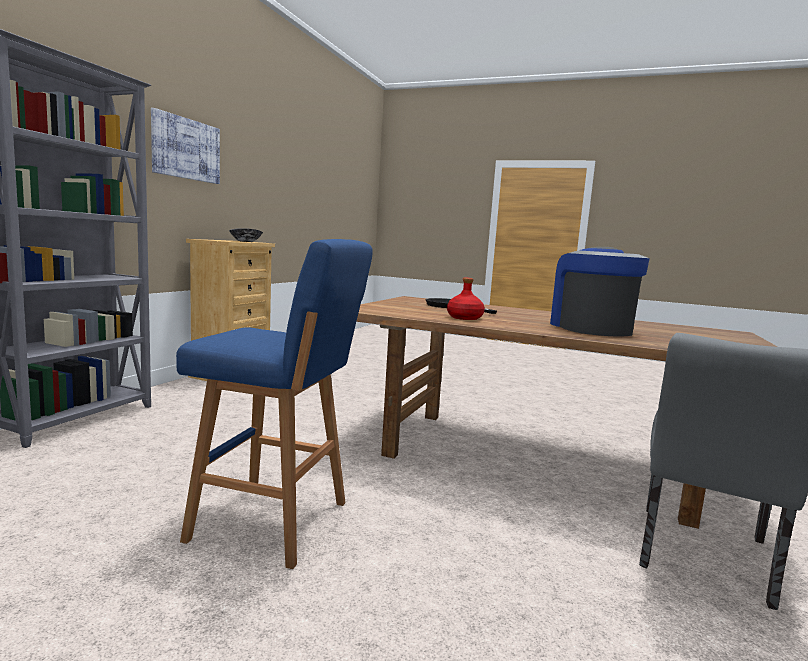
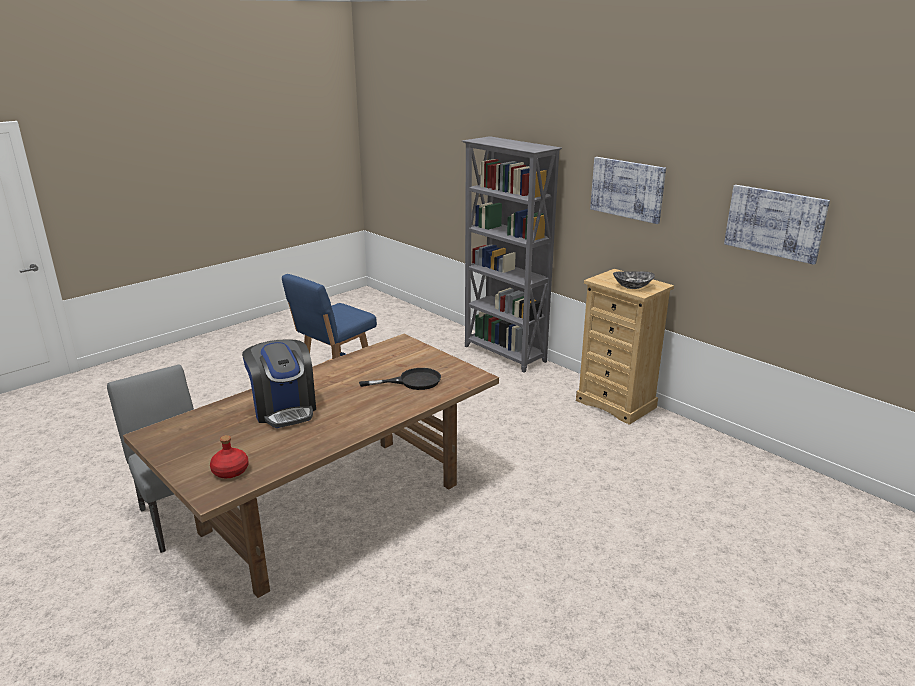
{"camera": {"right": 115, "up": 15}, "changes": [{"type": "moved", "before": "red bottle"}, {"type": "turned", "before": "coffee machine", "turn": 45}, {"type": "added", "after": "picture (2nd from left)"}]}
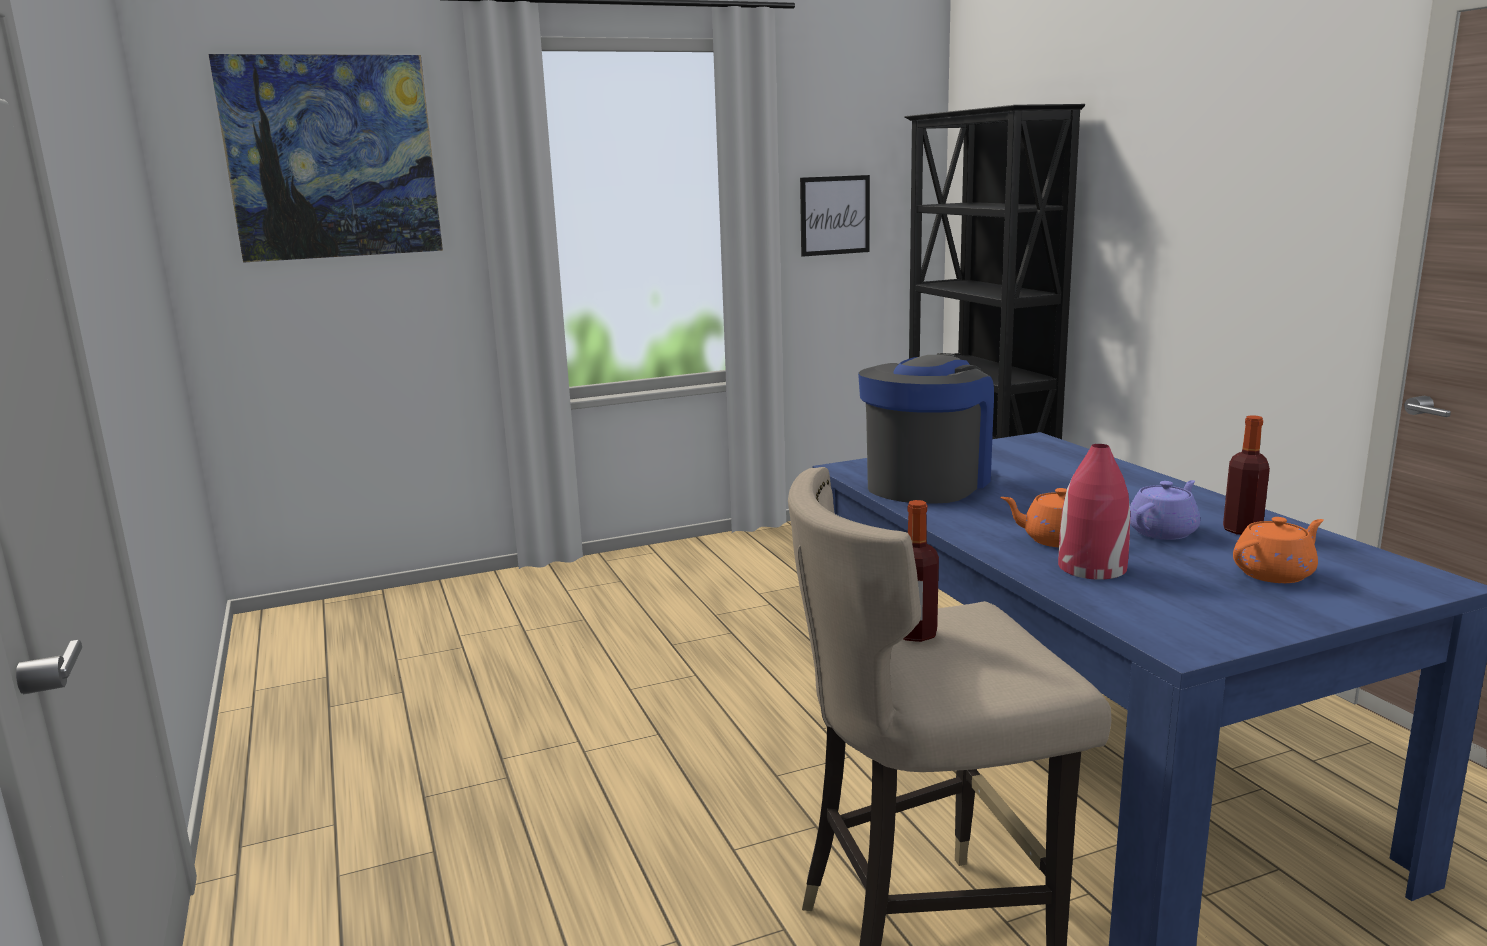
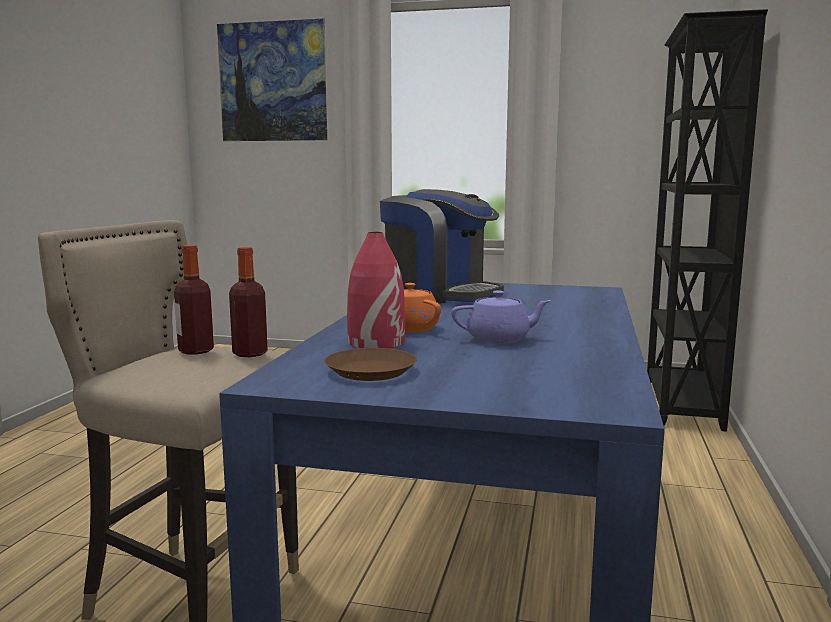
{"camera": {"right": 35, "up": -5}, "changes": [{"type": "removed", "before": "picture (2nd from left)"}, {"type": "turned", "before": "coffee machine", "turn": 60}, {"type": "moved", "before": "bottle (2nd from left)"}, {"type": "removed", "before": "orange teapot (2nd from left)"}, {"type": "added", "after": "brown plate"}]}
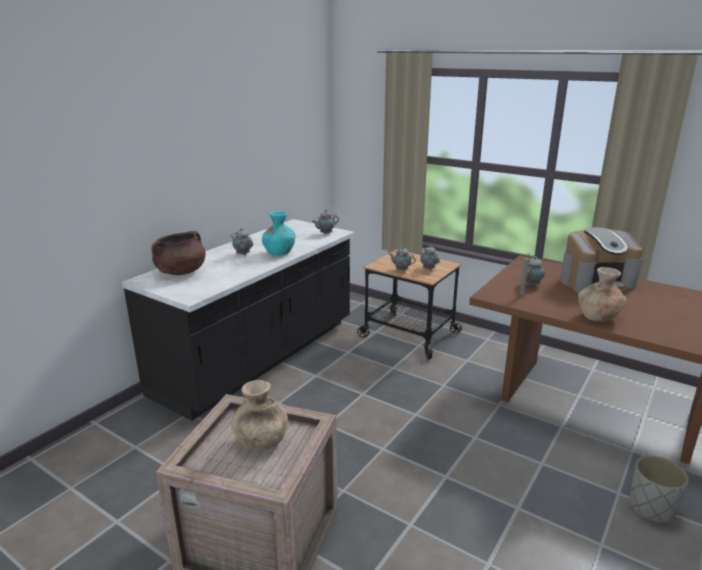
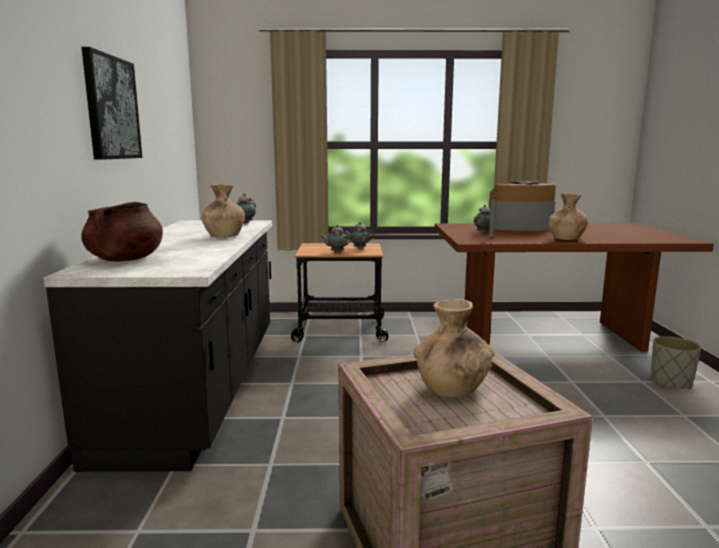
{"camera": {"right": -35, "up": -10}, "changes": [{"type": "removed", "before": "teapot (1st from left)"}, {"type": "recoloured", "before": "turquoise vase", "after": "brown vase (1st from left)"}, {"type": "turned", "before": "coffee machine", "turn": -135}, {"type": "added", "after": "picture"}]}
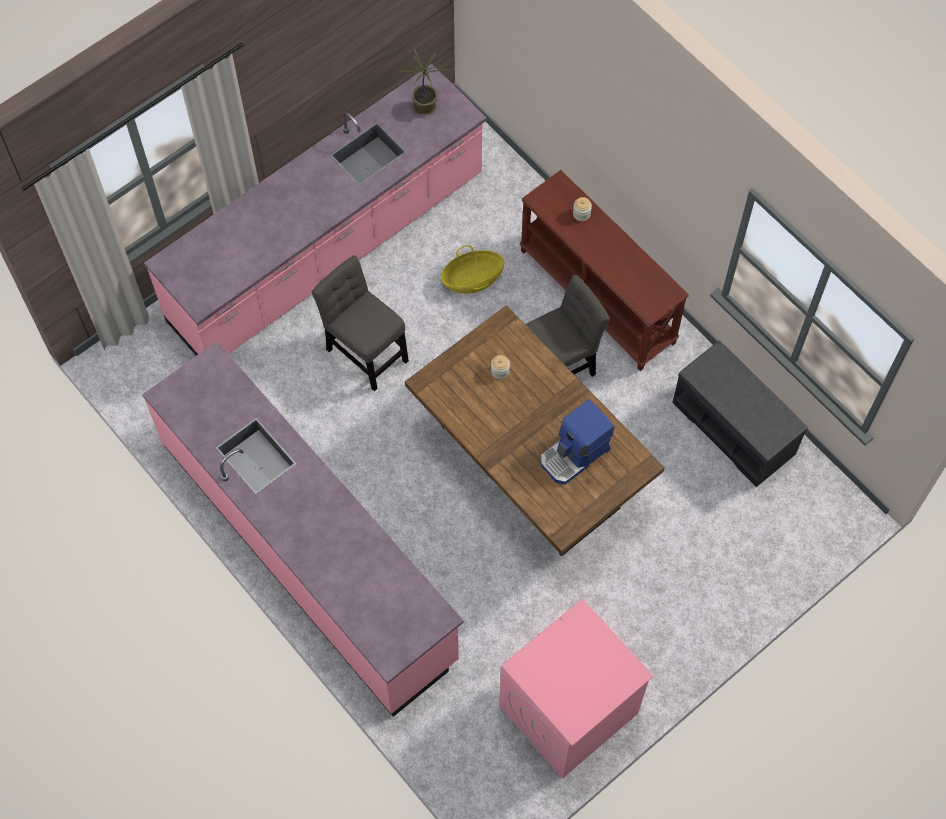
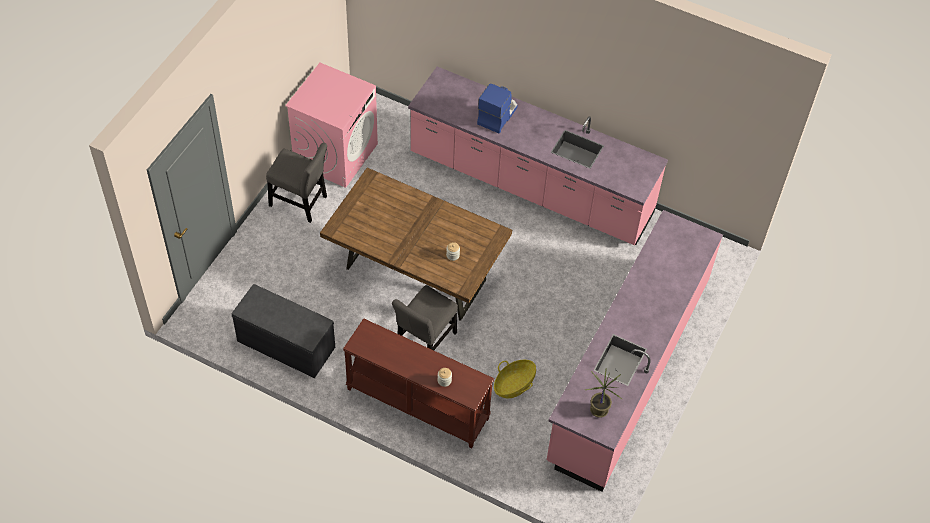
{"camera": {"right": 155, "up": -10}, "changes": [{"type": "moved", "before": "grey chair (1st from left)"}, {"type": "moved", "before": "coffee machine"}]}
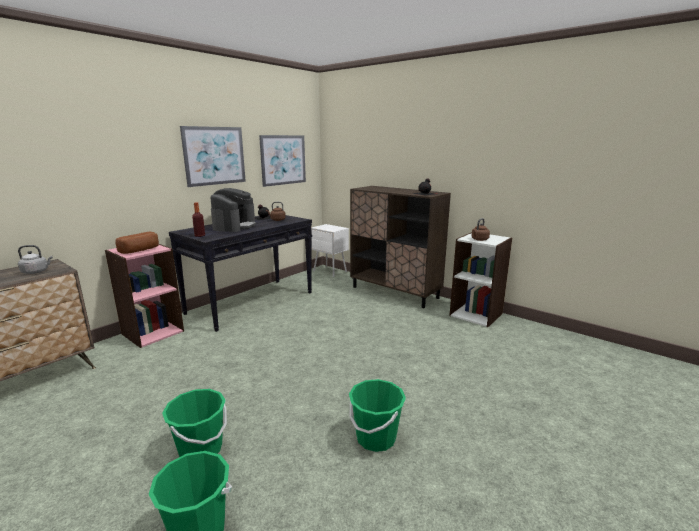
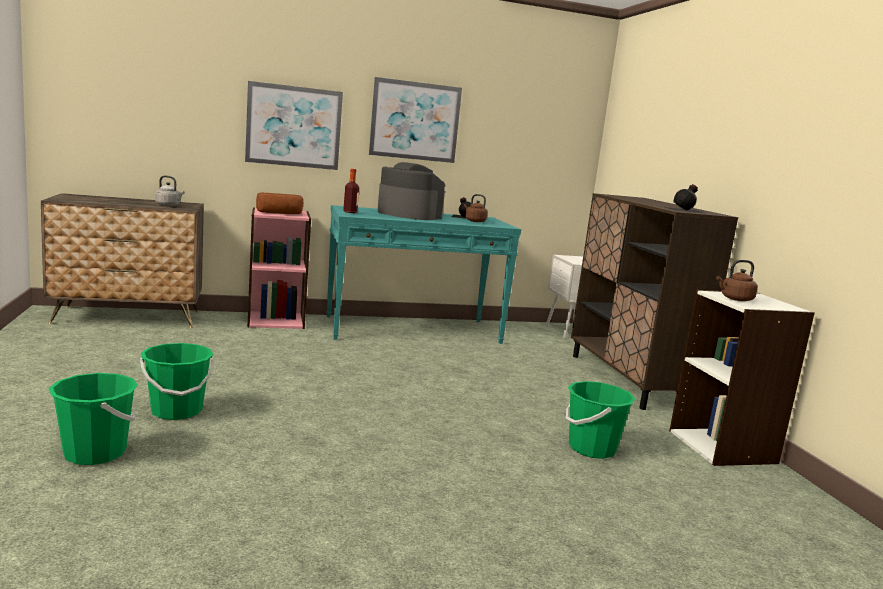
{"camera": {"right": 35, "up": -5}, "changes": [{"type": "recoloured", "before": "black console table", "after": "turquoise console table"}, {"type": "turned", "before": "coffee machine", "turn": -105}, {"type": "moved", "before": "picture (2nd from left in the first image)", "after": "picture (1st from left)"}, {"type": "moved", "before": "green bucket (3rd from left)"}]}
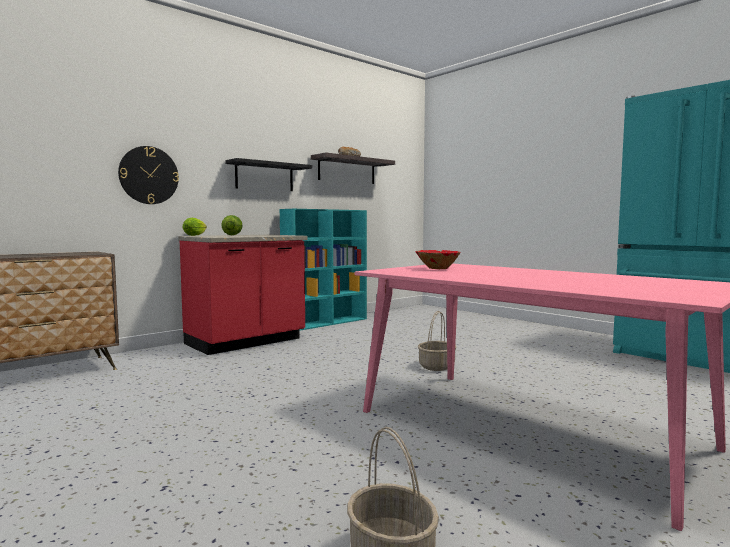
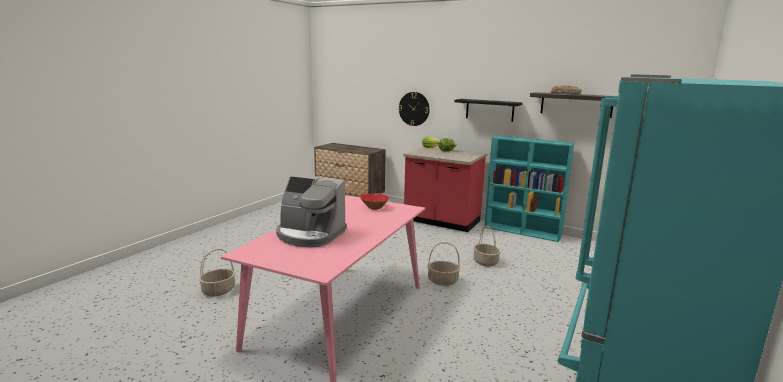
{"camera": {"right": 70, "up": 10}, "changes": [{"type": "added", "after": "coffee machine"}, {"type": "added", "after": "basket (3rd from left)"}]}
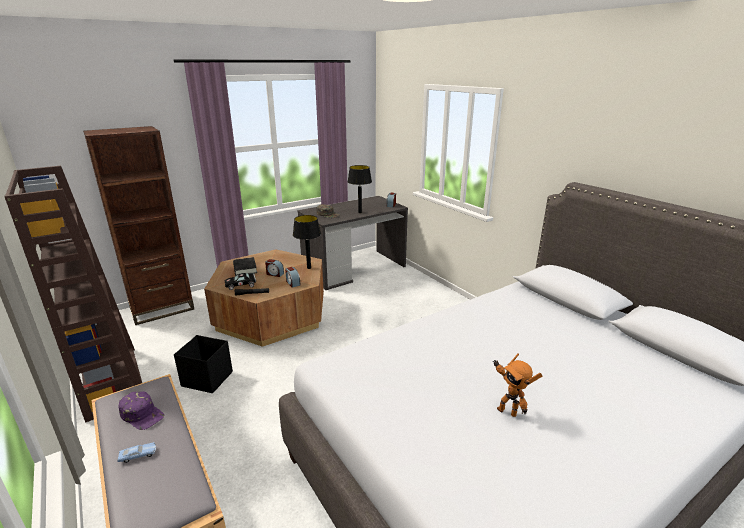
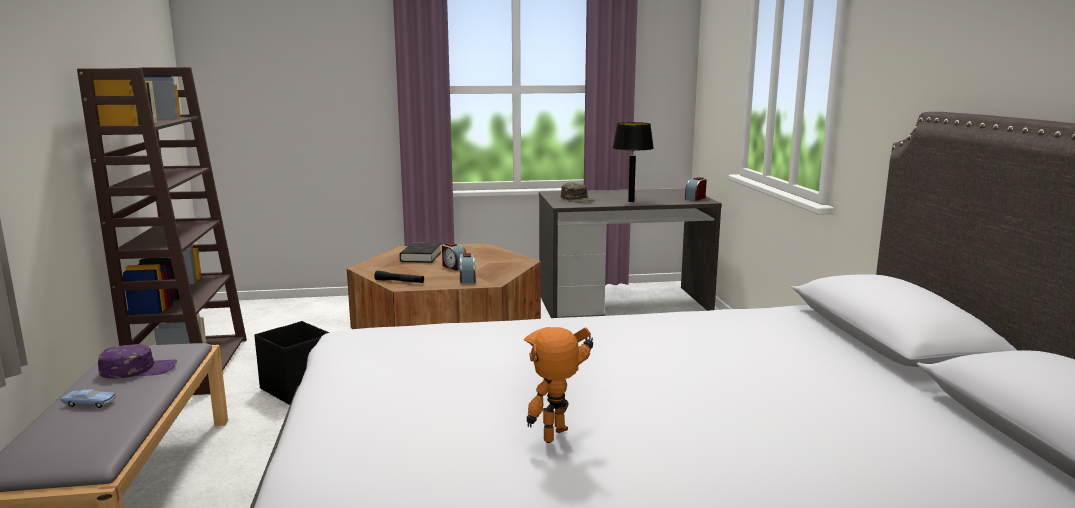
{"camera": {"right": 25, "up": -10}, "changes": [{"type": "removed", "before": "brown bookcase (2nd from left)"}, {"type": "turned", "before": "purple cap", "turn": -75}, {"type": "removed", "before": "black toy car"}, {"type": "removed", "before": "black table lamp (1st from left)"}, {"type": "turned", "before": "toy robot", "turn": 60}]}
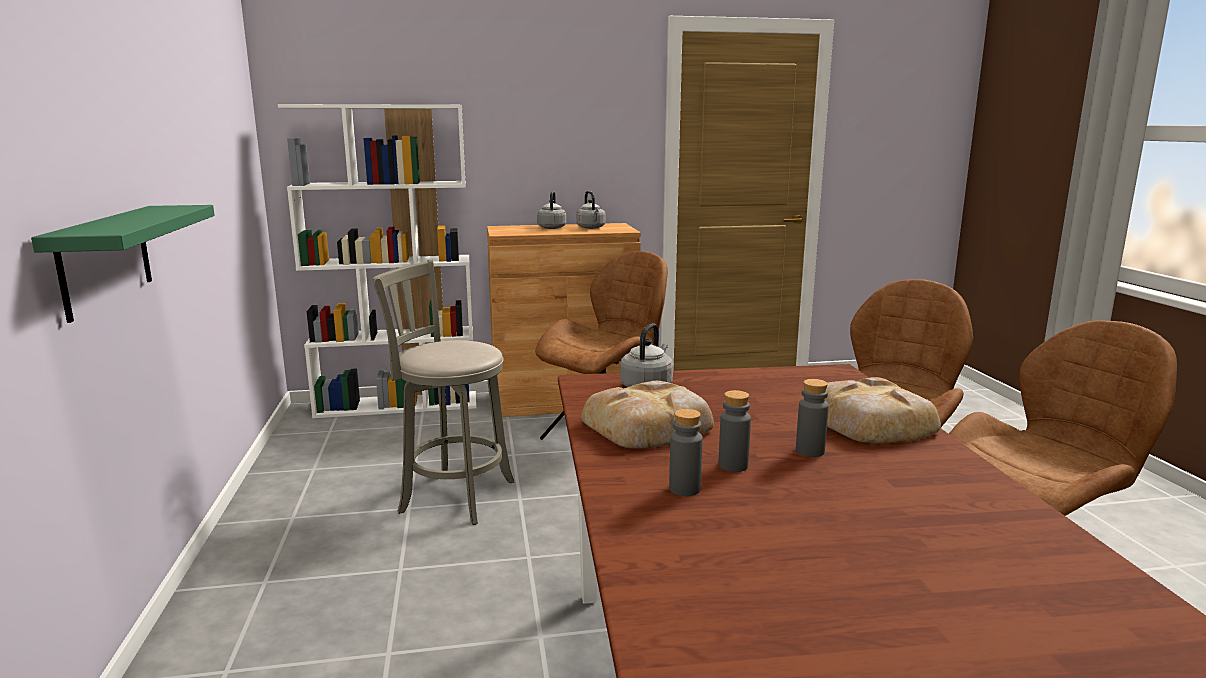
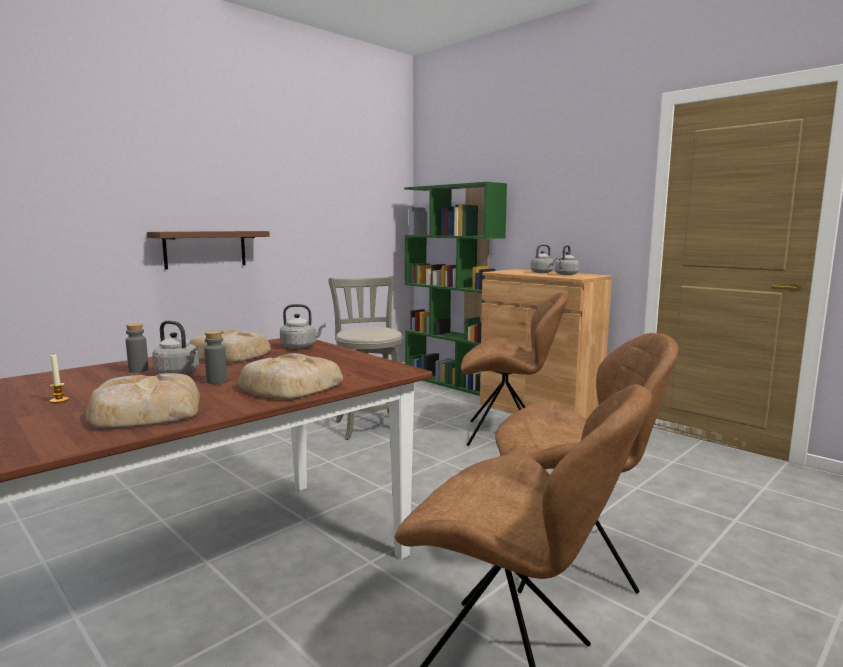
{"camera": {"right": 55, "up": -5}, "changes": [{"type": "recoloured", "before": "green shelf", "after": "brown shelf"}, {"type": "recoloured", "before": "white bookcase", "after": "green bookcase"}, {"type": "replaced", "before": "grey bottle (2nd from left)", "after": "grey kettle (1st from left)"}, {"type": "added", "after": "candle"}, {"type": "added", "after": "bread (1st from left)"}]}
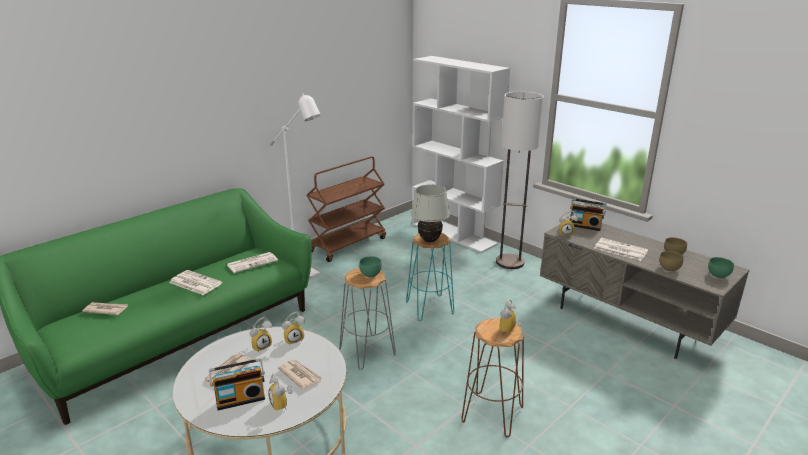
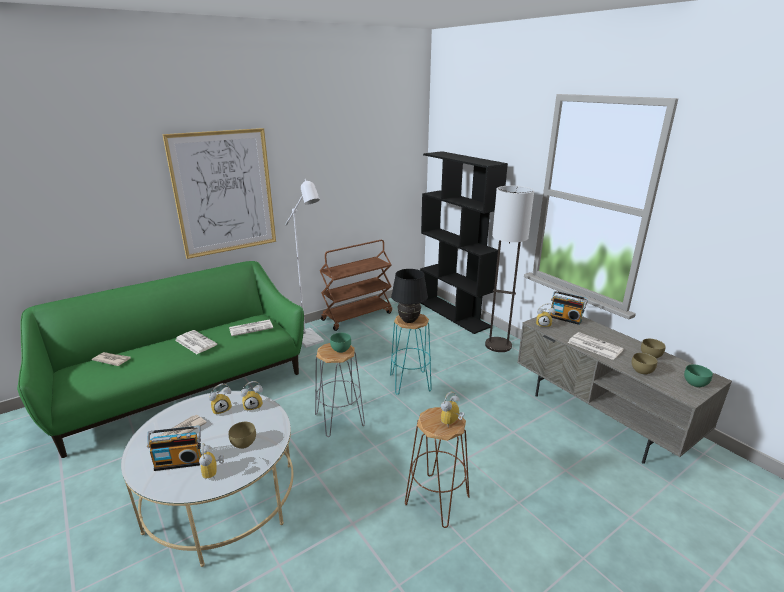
{"camera": {"right": 10, "up": 0}, "changes": [{"type": "replaced", "before": "newspaper (5th from left)", "after": "brown bowl (1st from left)"}, {"type": "recoloured", "before": "white table lamp", "after": "black table lamp"}, {"type": "recoloured", "before": "white bookcase", "after": "black bookcase"}, {"type": "added", "after": "picture"}]}
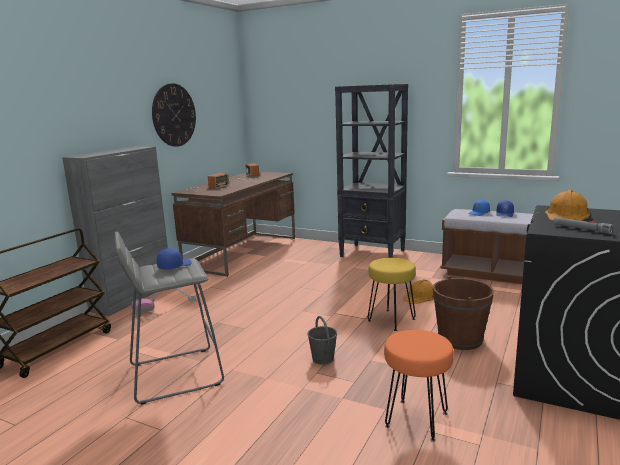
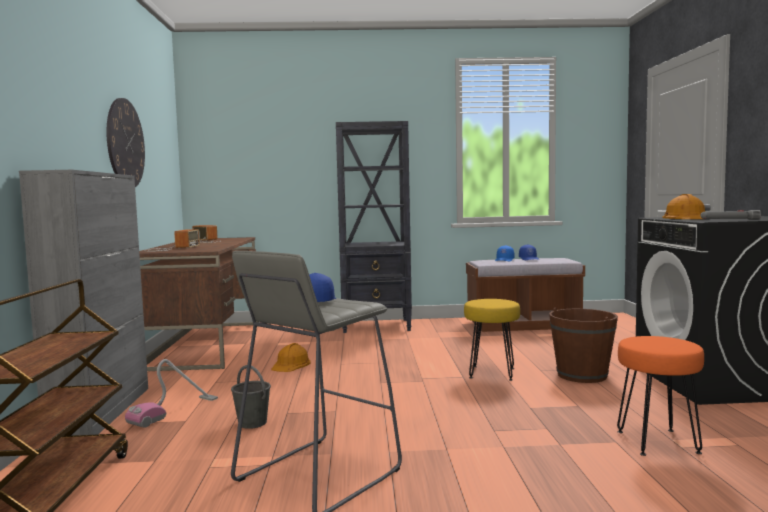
{"camera": {"right": -30, "up": -10}, "changes": [{"type": "moved", "before": "grey bucket"}, {"type": "moved", "before": "orange hard hat (1st from left)"}]}
